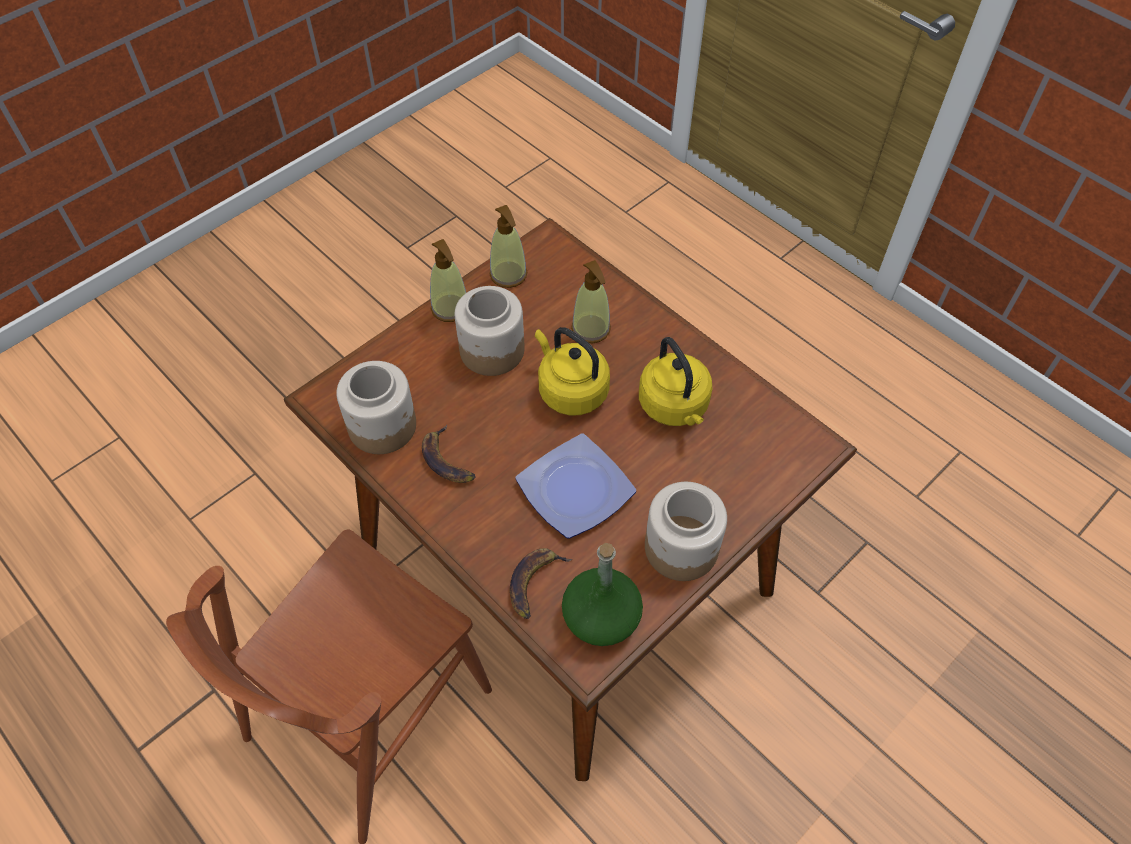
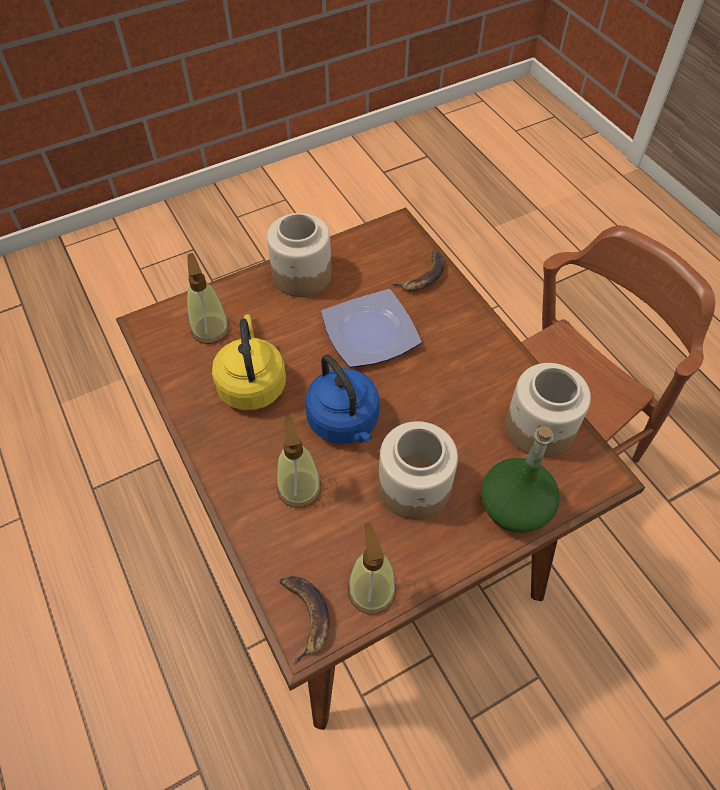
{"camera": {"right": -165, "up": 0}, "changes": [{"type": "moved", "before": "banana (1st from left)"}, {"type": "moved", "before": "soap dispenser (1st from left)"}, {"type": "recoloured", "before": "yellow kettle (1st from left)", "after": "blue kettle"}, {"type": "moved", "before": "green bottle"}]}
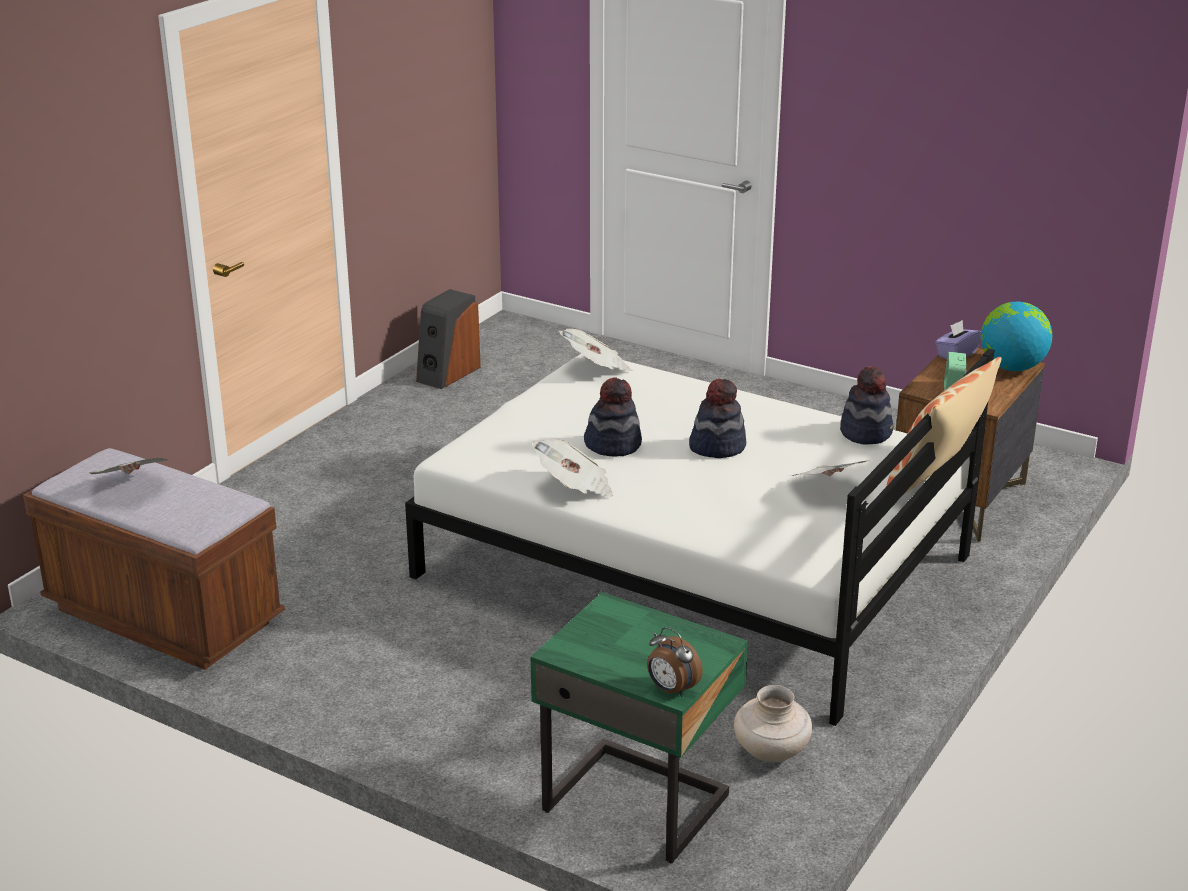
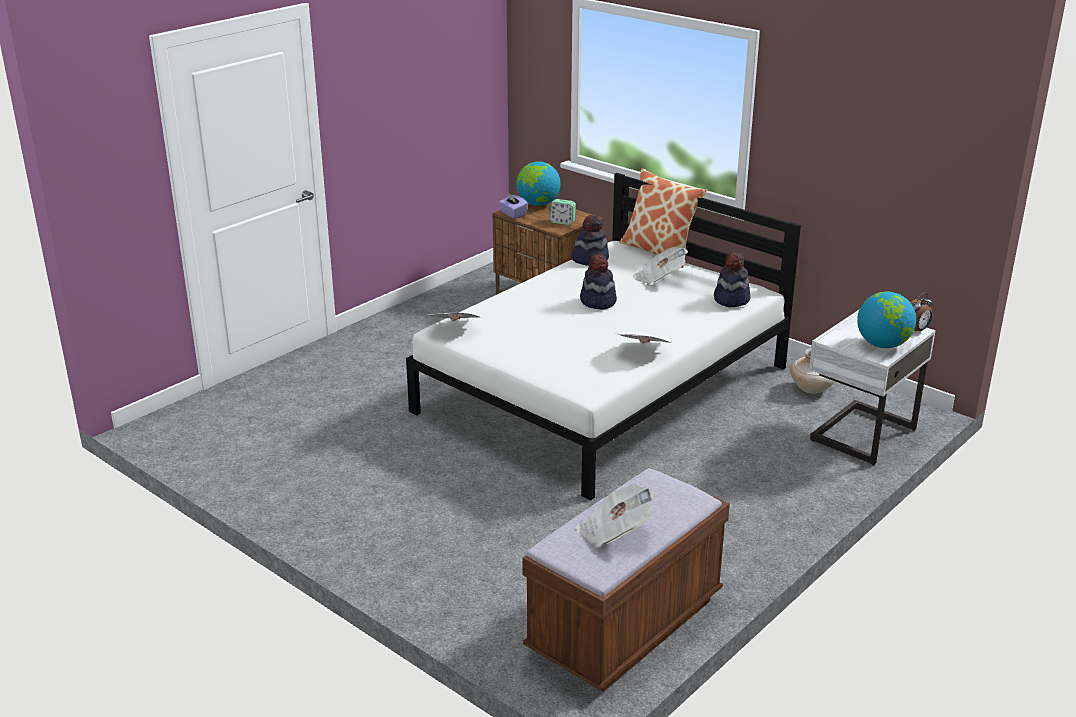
{"camera": {"right": -80, "up": 0}, "changes": [{"type": "removed", "before": "speaker"}, {"type": "recoloured", "before": "green nightstand", "after": "white nightstand"}, {"type": "moved", "before": "hat (1st from left in the first image)", "after": "hat (3rd from left)"}, {"type": "added", "after": "globe (2nd from left)"}]}
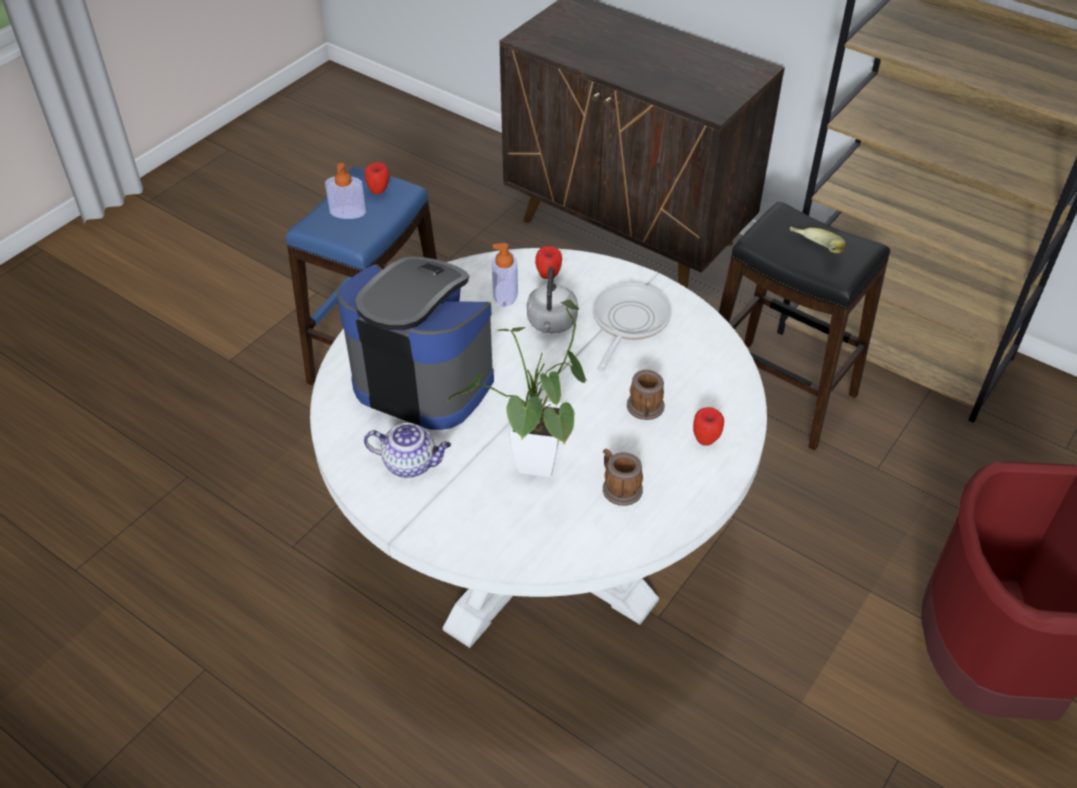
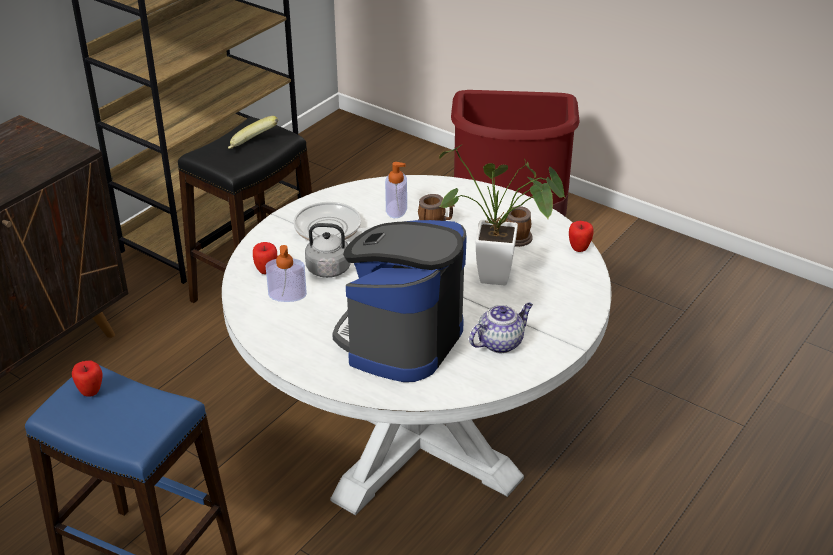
{"camera": {"right": -90, "up": -10}, "changes": [{"type": "moved", "before": "soap dispenser (1st from left in the first image)", "after": "soap dispenser (2nd from left)"}, {"type": "turned", "before": "teapot", "turn": 45}, {"type": "moved", "before": "apple (3rd from left)"}]}
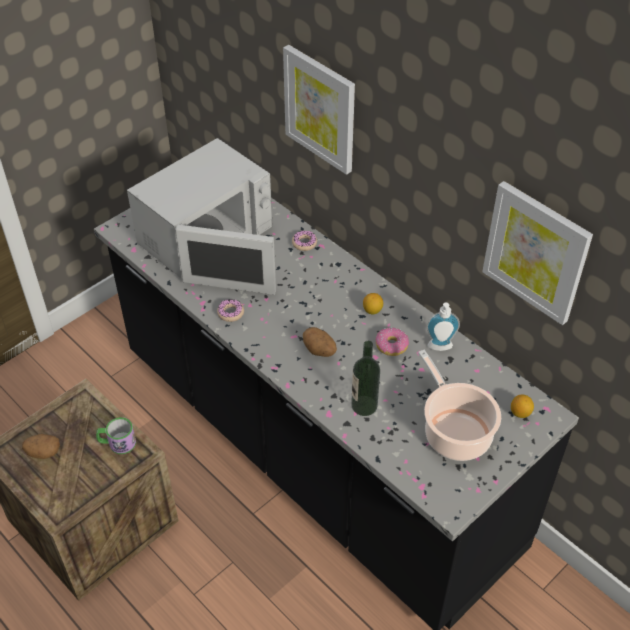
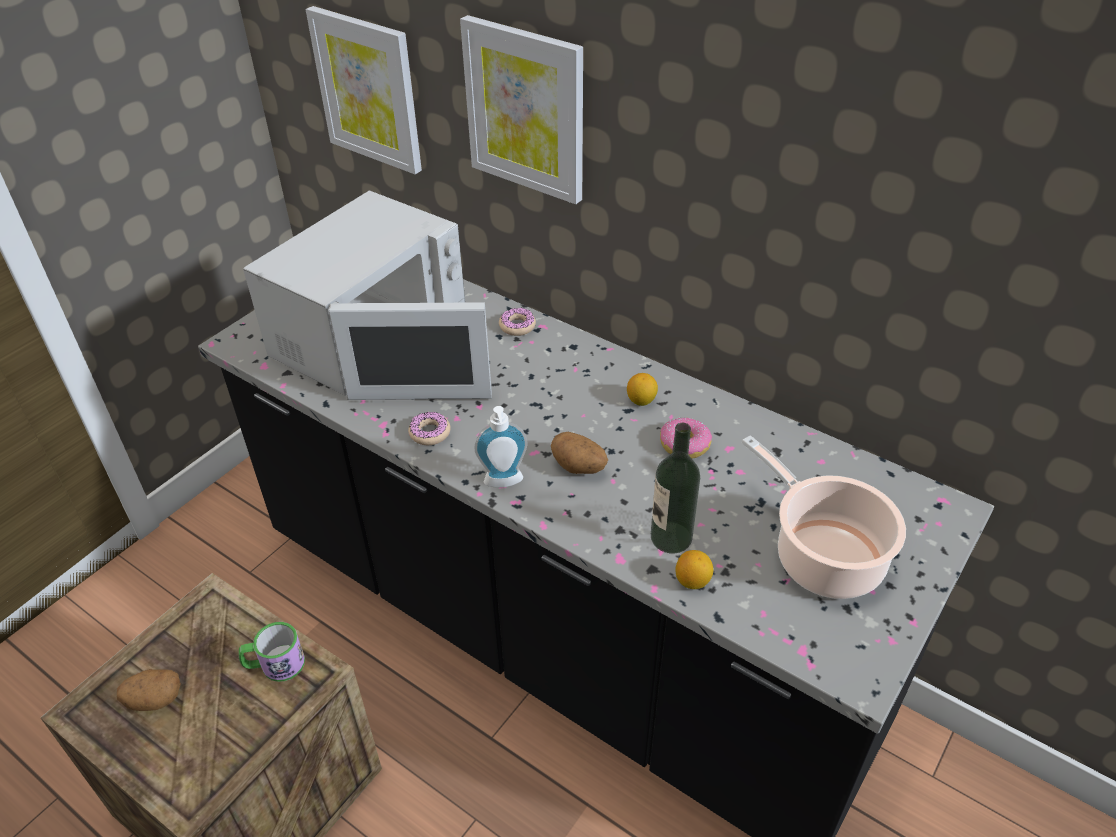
{"camera": {"right": -10, "up": -5}, "changes": [{"type": "moved", "before": "soap dispenser"}, {"type": "moved", "before": "picture (2nd from left in the first image)", "after": "picture (1st from left)"}, {"type": "moved", "before": "lemon (2nd from left)"}]}
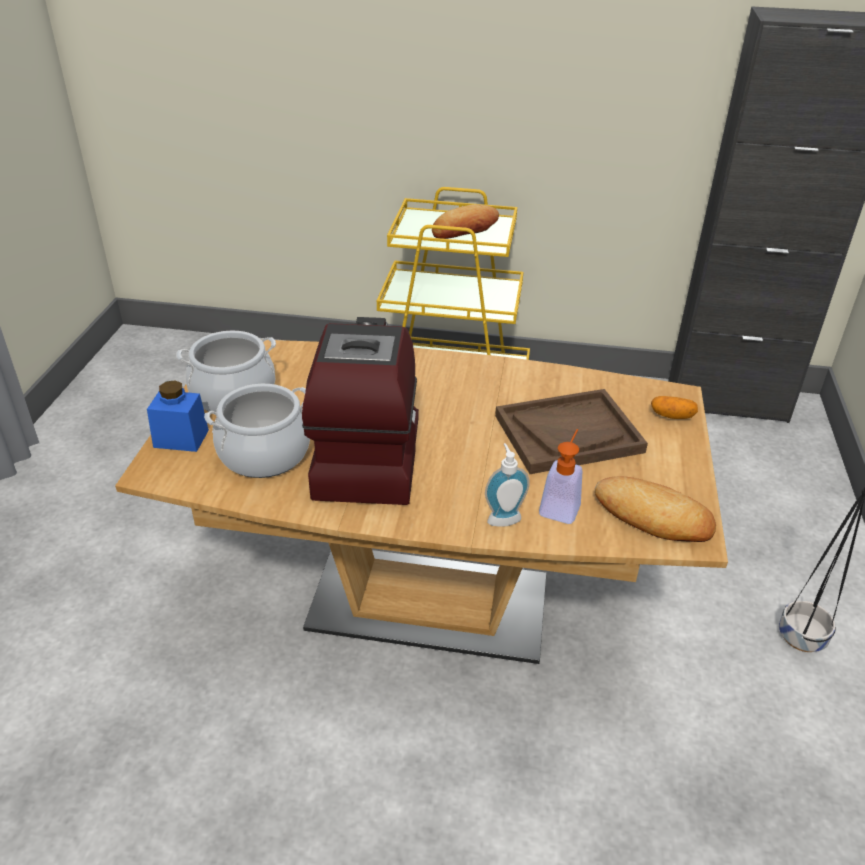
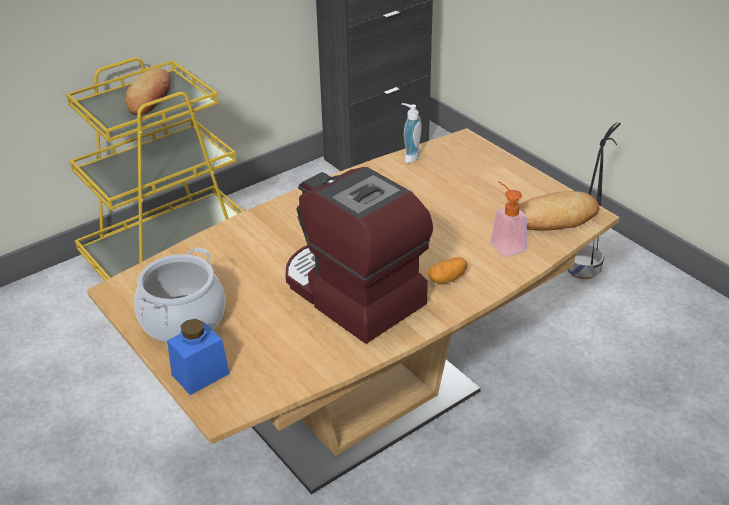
{"camera": {"right": -45, "up": 0}, "changes": [{"type": "removed", "before": "cooking pot (2nd from left)"}, {"type": "moved", "before": "soap dispenser (1st from left)"}, {"type": "removed", "before": "brown tray"}, {"type": "moved", "before": "potato"}]}
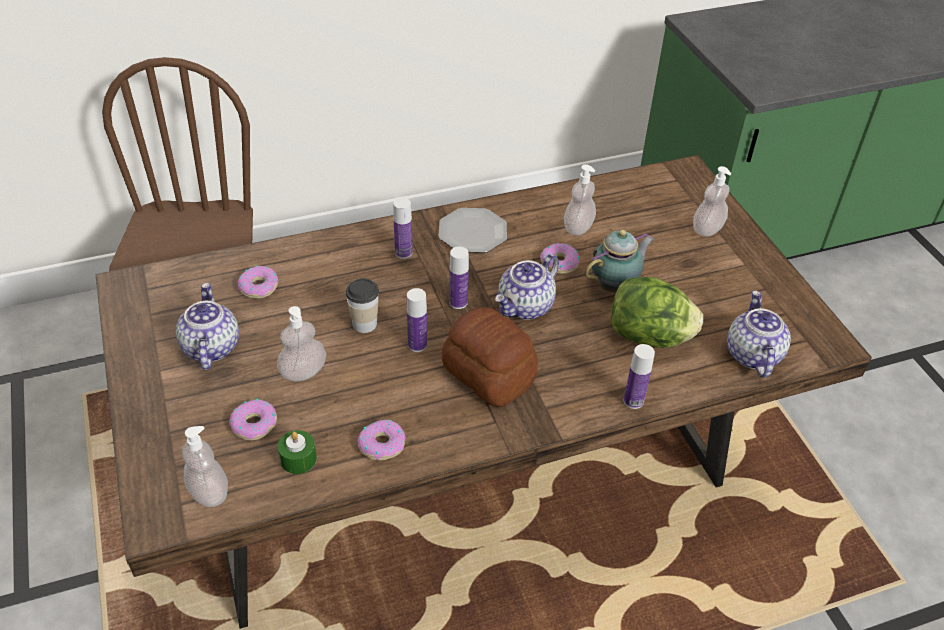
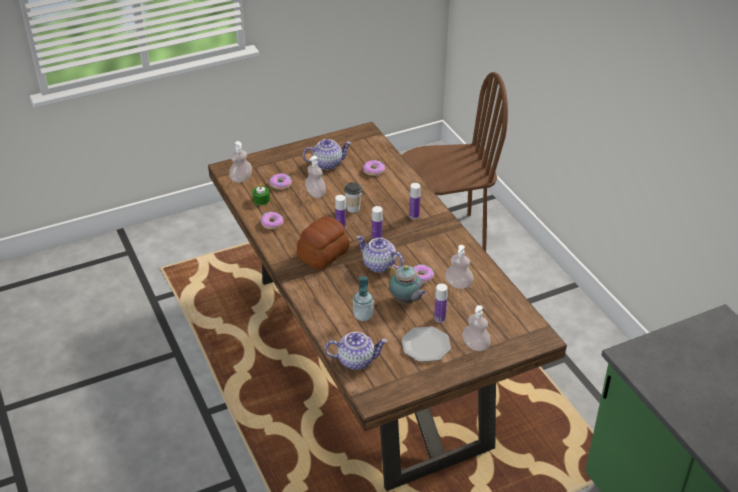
{"camera": {"right": 85, "up": -5}, "changes": [{"type": "moved", "before": "plate"}, {"type": "replaced", "before": "lettuce", "after": "soap dispenser (3rd from left)"}, {"type": "moved", "before": "bottle (4th from left)"}]}
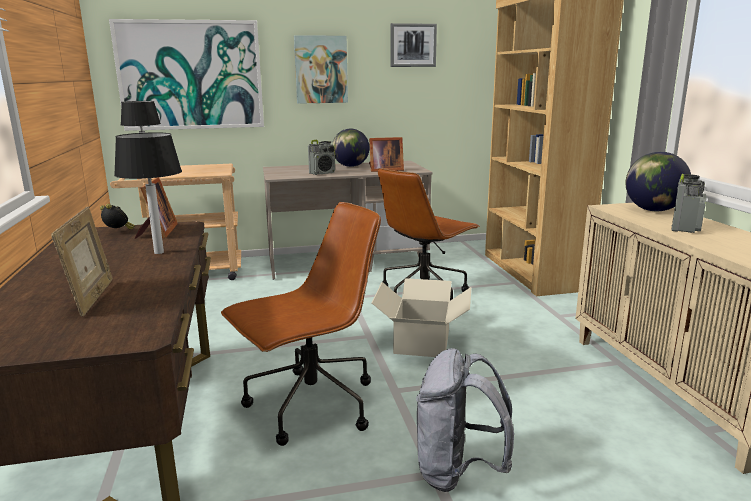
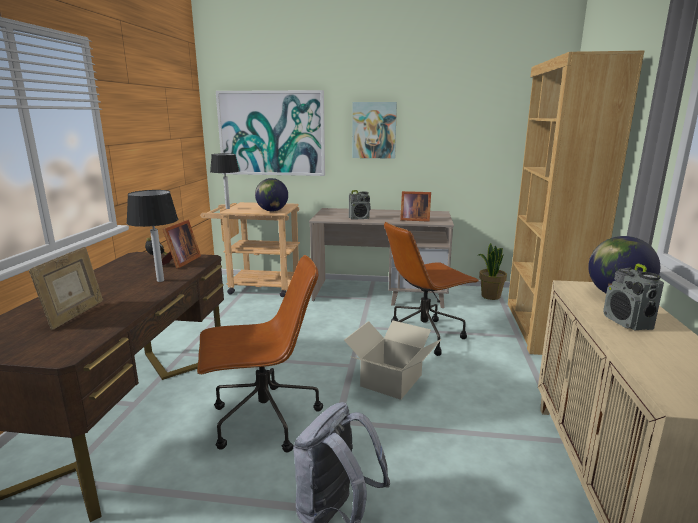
{"camera": {"right": 20, "up": 0}, "changes": [{"type": "moved", "before": "globe (1st from left)"}, {"type": "removed", "before": "picture (3rd from left)"}, {"type": "turned", "before": "radio (2nd from left)", "turn": 120}, {"type": "added", "after": "potted plant"}]}
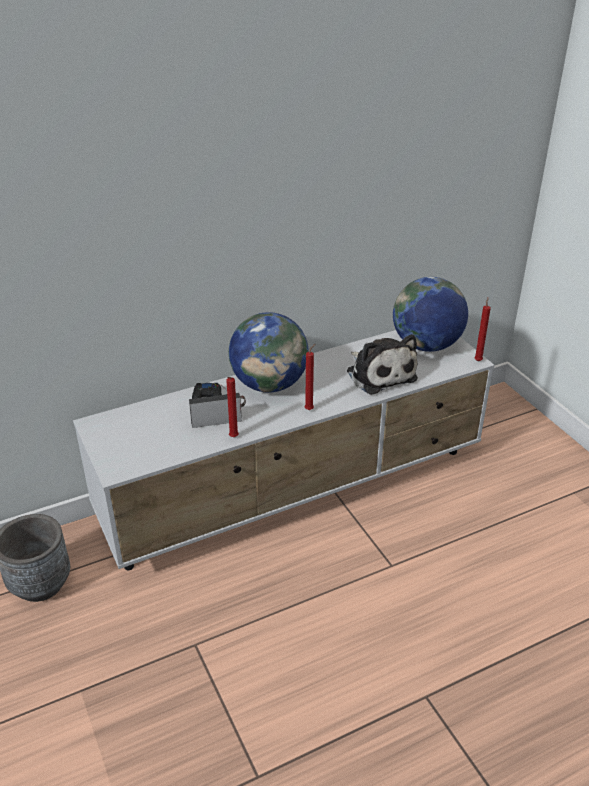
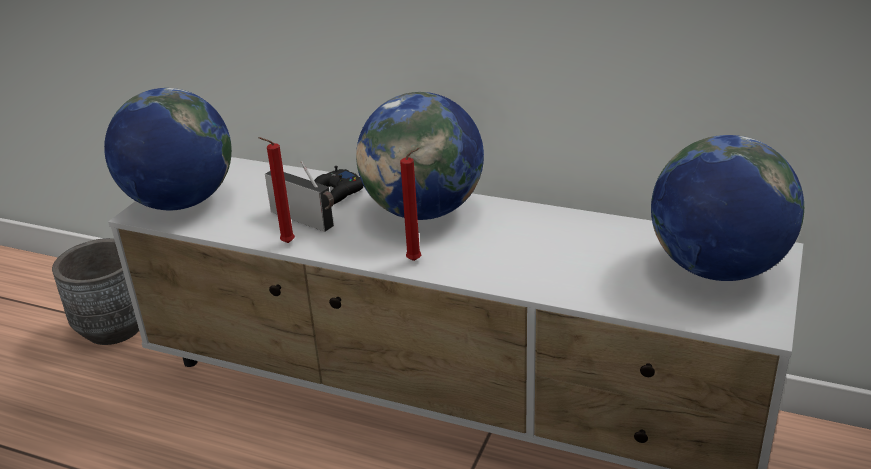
{"camera": {"right": 50, "up": -5}, "changes": [{"type": "removed", "before": "plush toy"}, {"type": "removed", "before": "red candle (3rd from left)"}, {"type": "added", "after": "globe (1st from left)"}]}
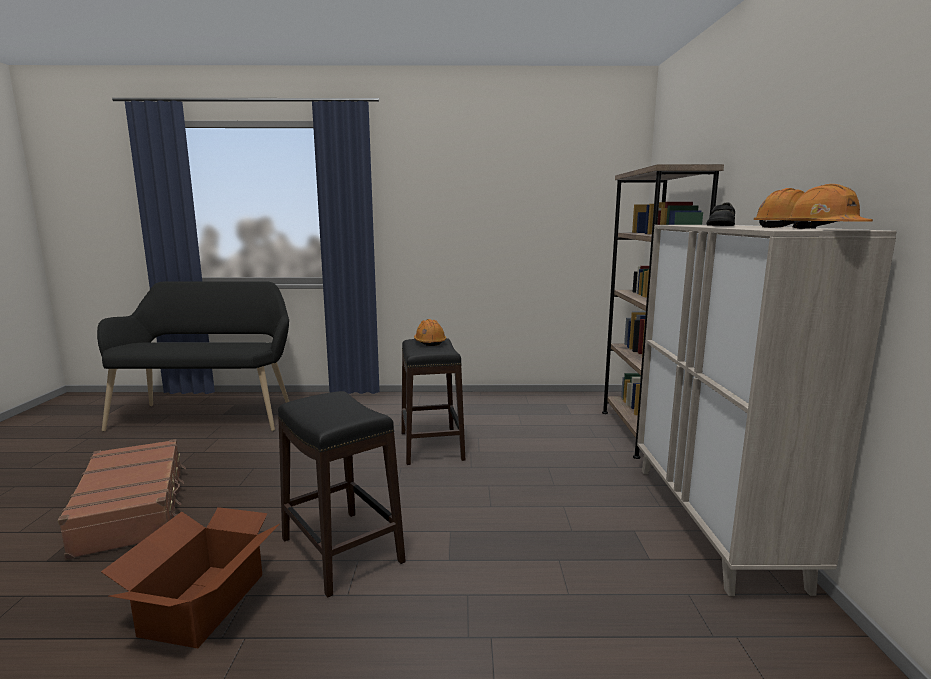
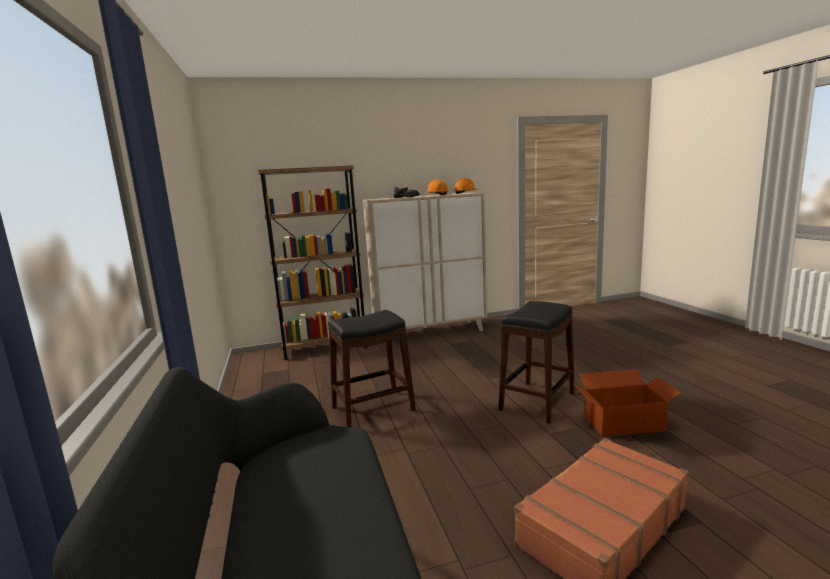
{"camera": {"right": -105, "up": 0}, "changes": [{"type": "removed", "before": "orange hard hat (1st from left)"}]}
